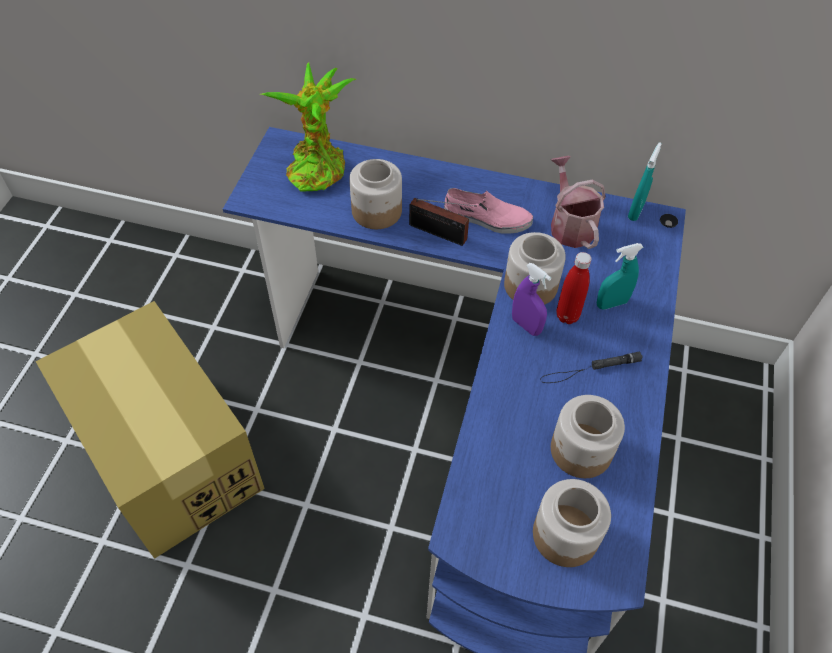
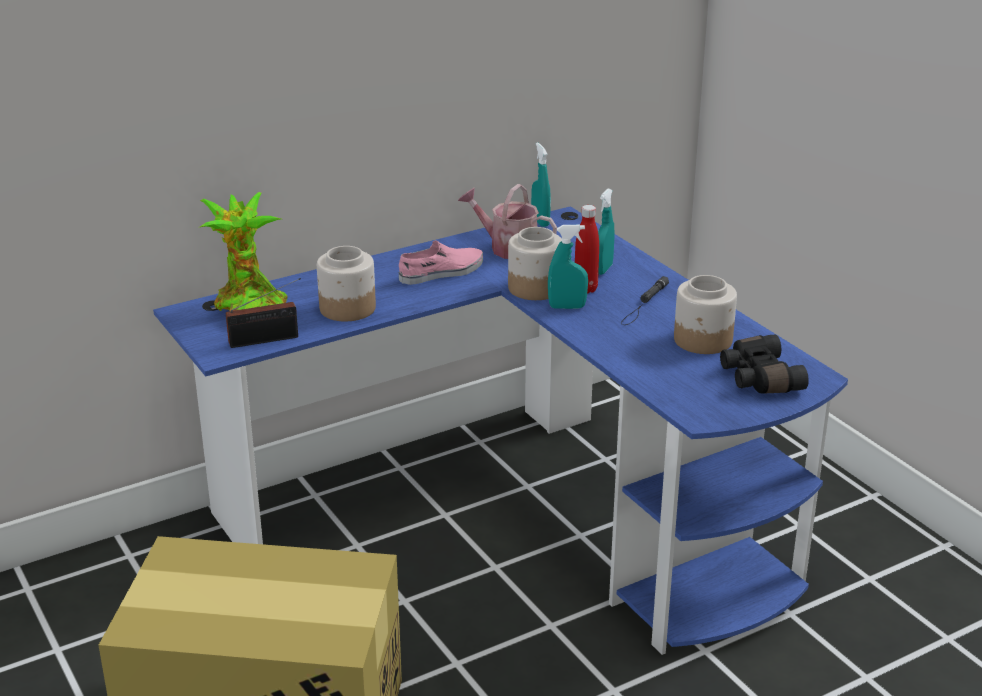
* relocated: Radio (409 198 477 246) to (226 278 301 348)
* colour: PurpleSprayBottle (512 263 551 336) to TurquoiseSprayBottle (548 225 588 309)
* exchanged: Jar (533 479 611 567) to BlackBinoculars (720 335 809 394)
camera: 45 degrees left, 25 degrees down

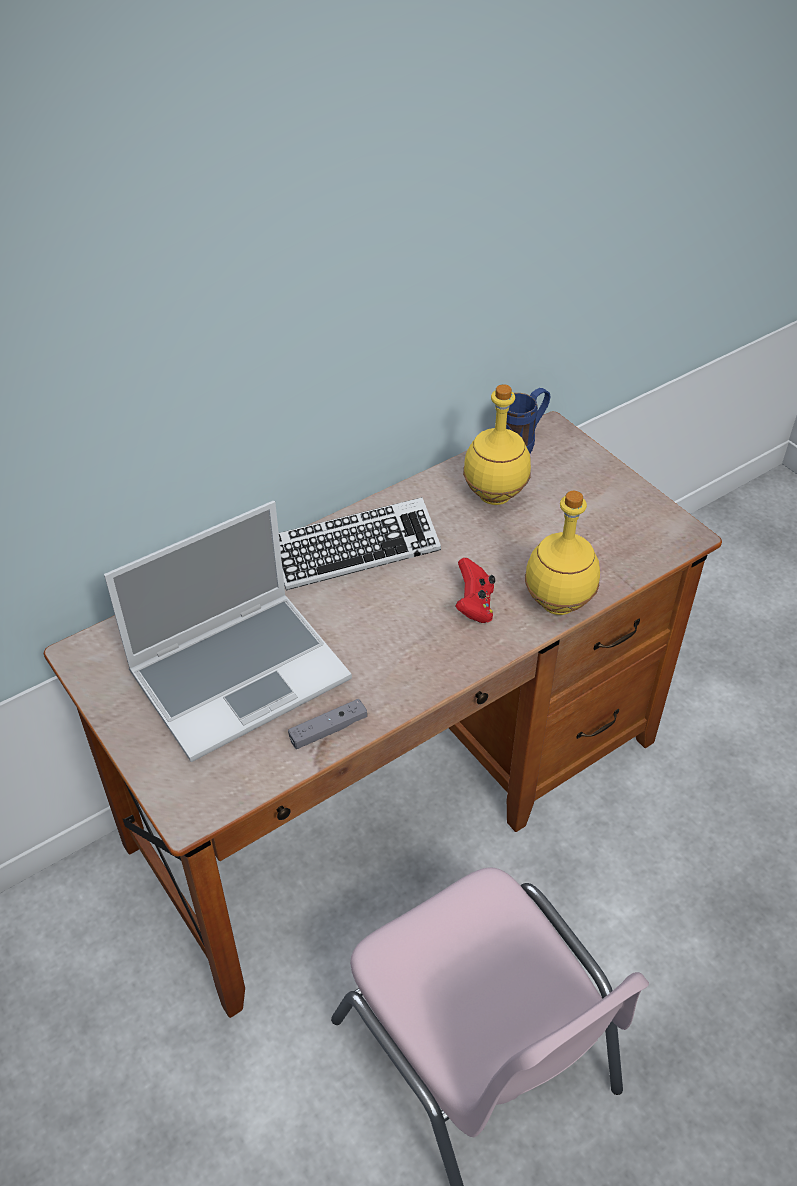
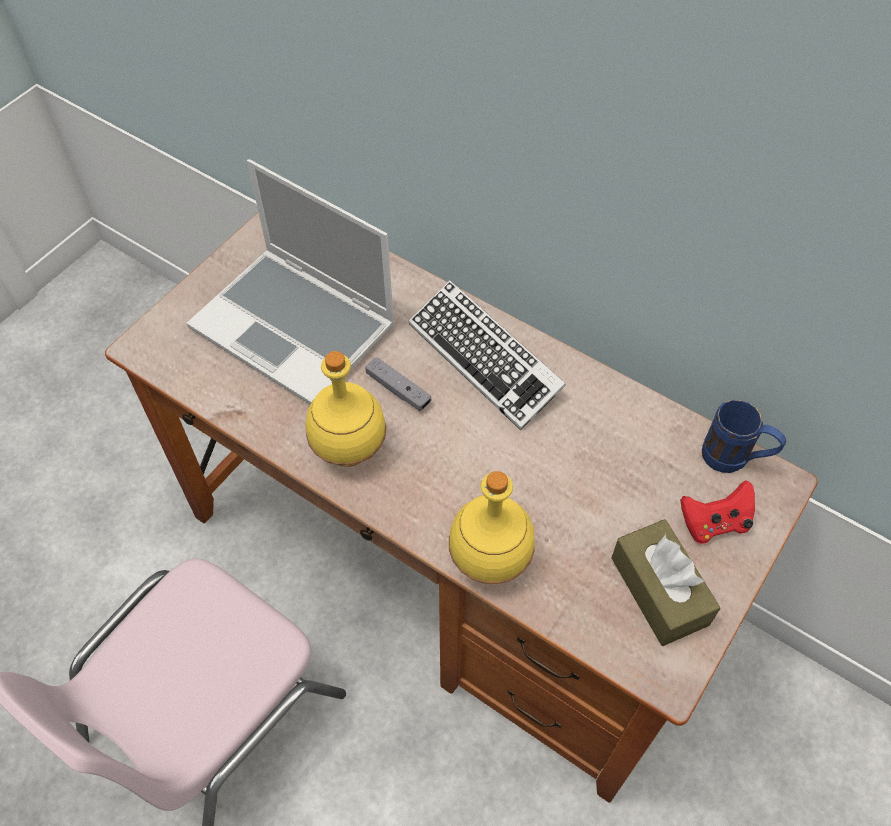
* relocated: YellowBottle (463 384 531 505) to (305 351 386 467)
* relocated: GreyGameController (288 699 367 749) to (365 357 431 411)
* appeared: BrownTissueBox (611 519 721 646)
* relocated: RedGameController (455 558 495 623) to (680 480 755 544)
camera: 70 degrees right, 10 degrees up

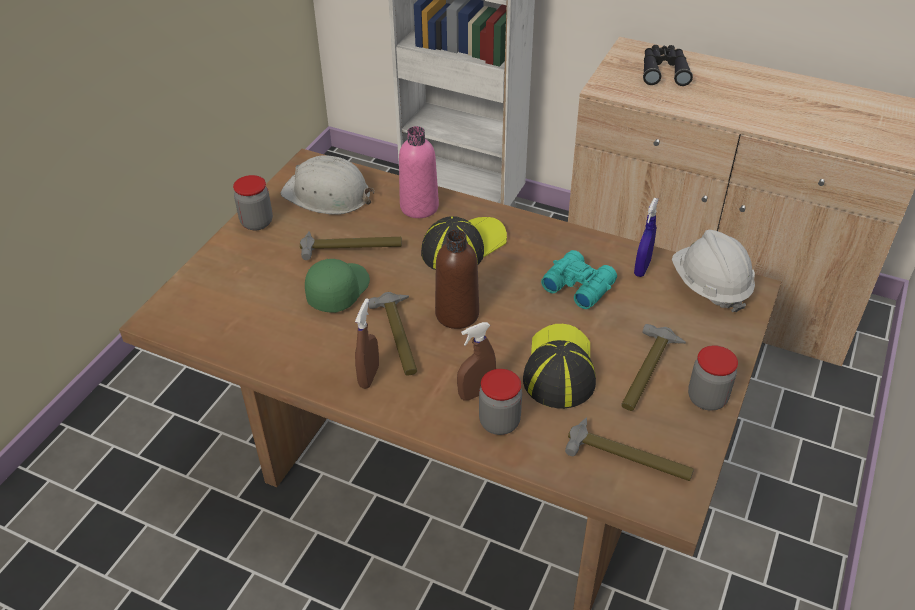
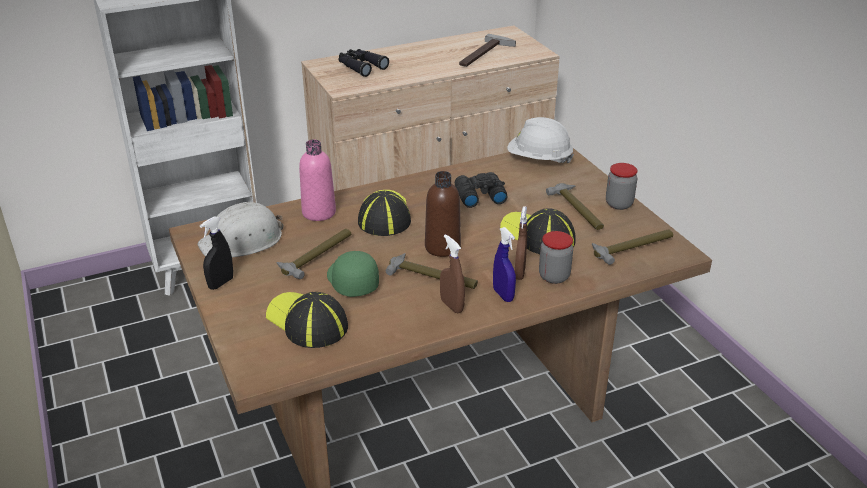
* exchanged: Jar (233 175 273 230) to BlackSprayBottle (200 216 233 290)
* appeared: Cap (266 292 348 348)
* colour: TurquoiseBinoculars (541 250 617 309) to BlackBinoculars (455 172 508 208)
* appeared: Hammer (459 34 516 67)
* relocated: BlueSprayBottle (634 198 659 277) to (493 227 516 302)
camera: 50 degrees left, 10 degrees down

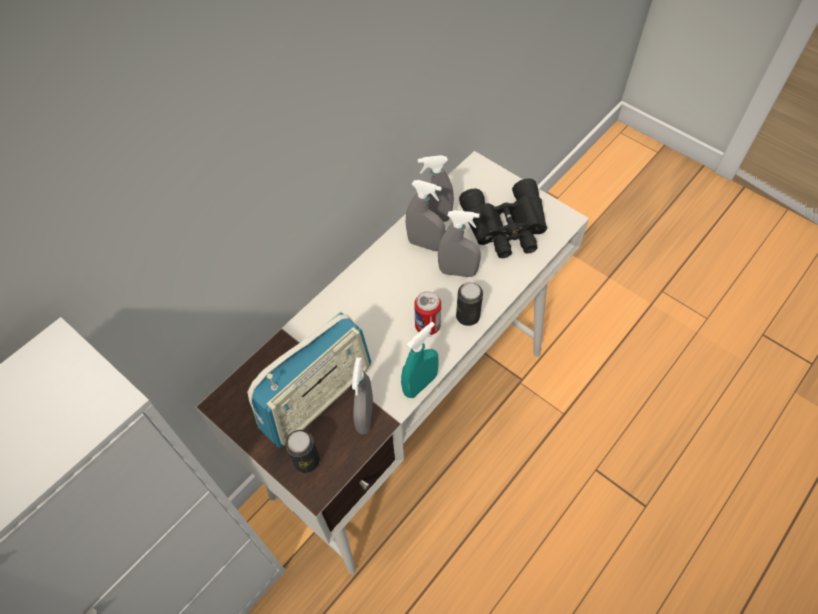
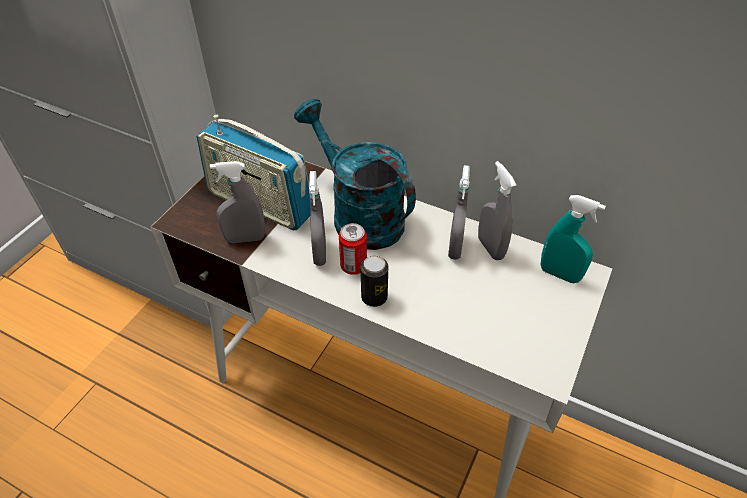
* appeared: TurquoiseWateringCan (294 99 416 250)
* relocated: GreySprayBottle (438 210 481 277) to (309 171 326 266)
* relocated: TurquoiseSprayBottle (401 322 439 398) to (541 195 606 283)
* missing: Can (285 430 320 473)
* missing: BlackBinoculars (459 179 547 258)
camera: 75 degrees right, 10 degrees down

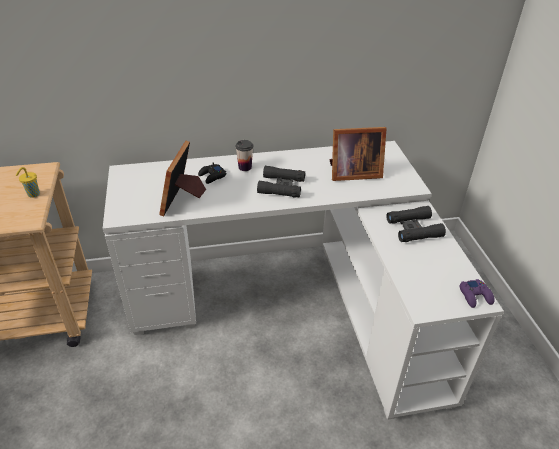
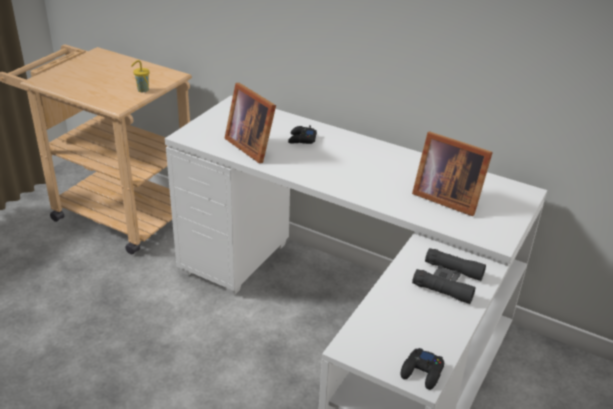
* spun: PictureFrame (159 141 206 216) = (224 83 276 163) 90 degrees counterclockwise
* colour: PurpleGameController (460 279 495 308) to BlackGameController (401 348 444 390)
* missing: Cup (235 140 253 171)
* missing: BlackBinoculars (257 166 305 198)
camera: 40 degrees right, 5 degrees down

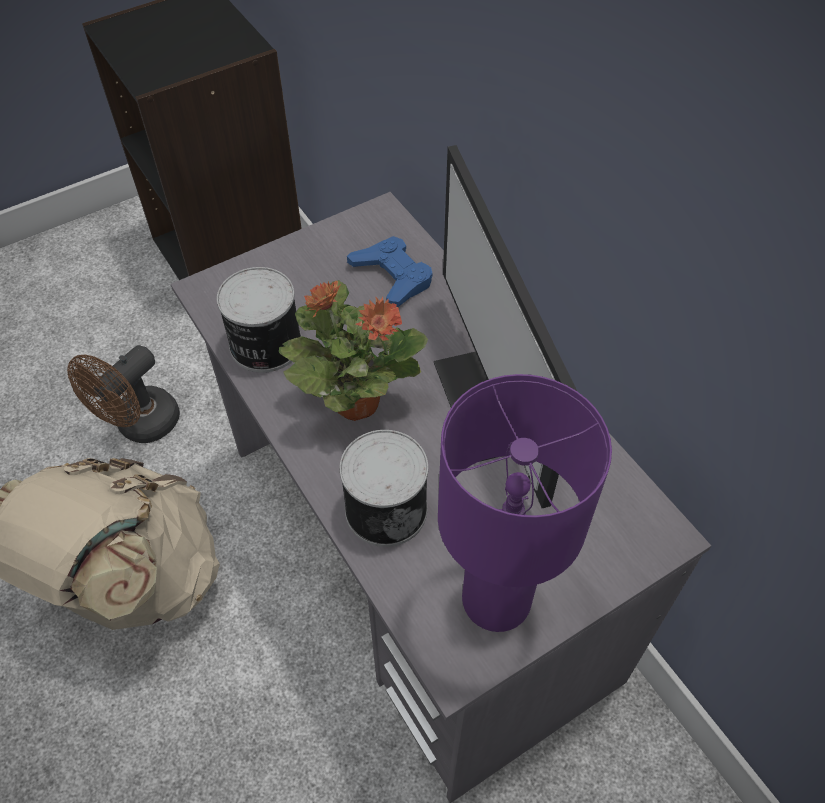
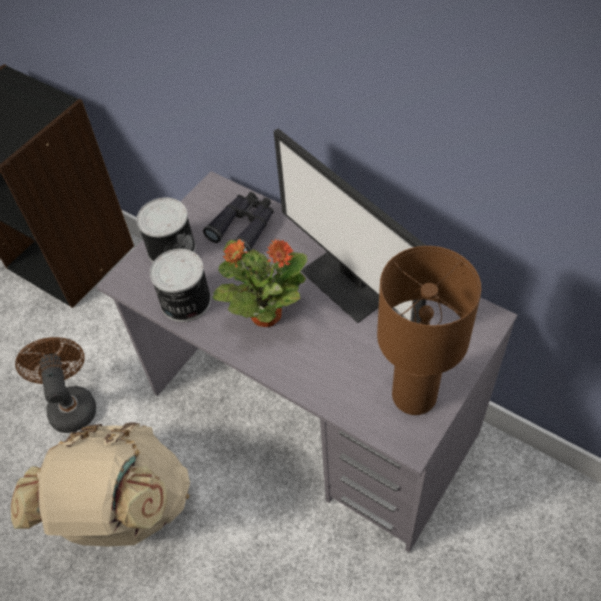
* spun: BrownFan (67 345 180 443) = (15 337 96 433) 150 degrees clockwise
* relocated: Can (339 430 428 547) to (136 198 196 263)
* exchanged: BlueGameController (347 236 433 307) to BlackBinoculars (203 192 274 253)
* colour: PurpleTableLamp (438 374 612 632) to BrownTableLamp (377 246 481 415)
camera: 20 degrees left, 0 degrees up

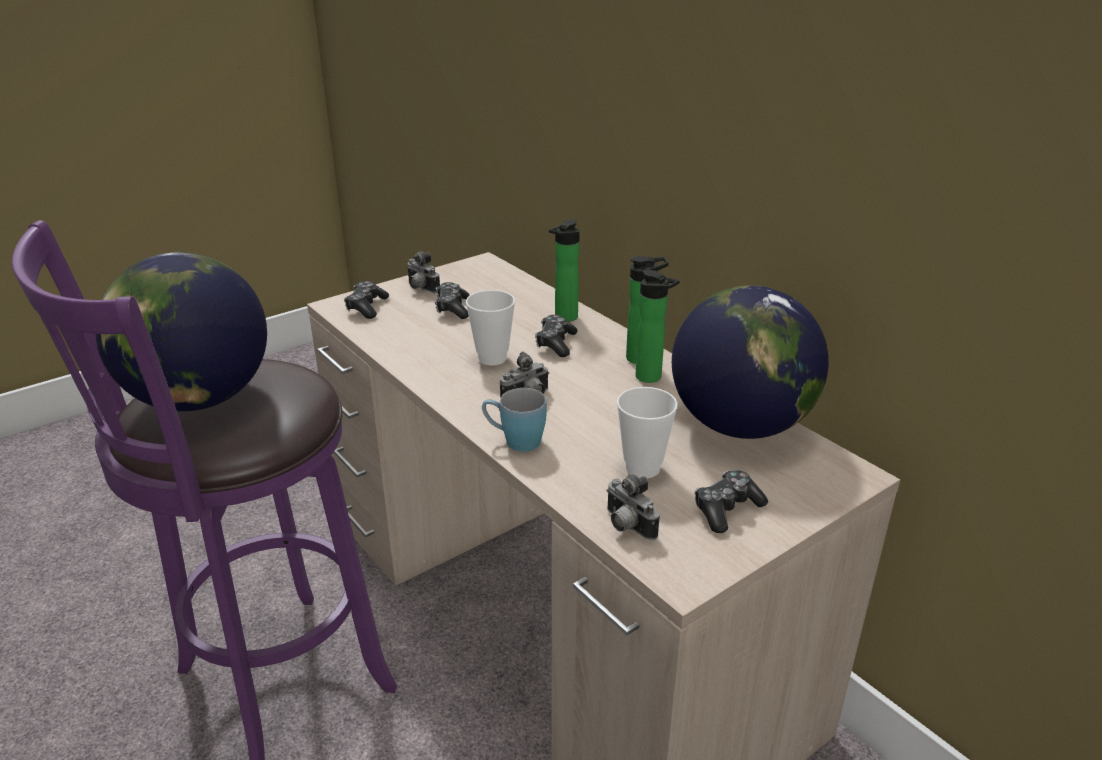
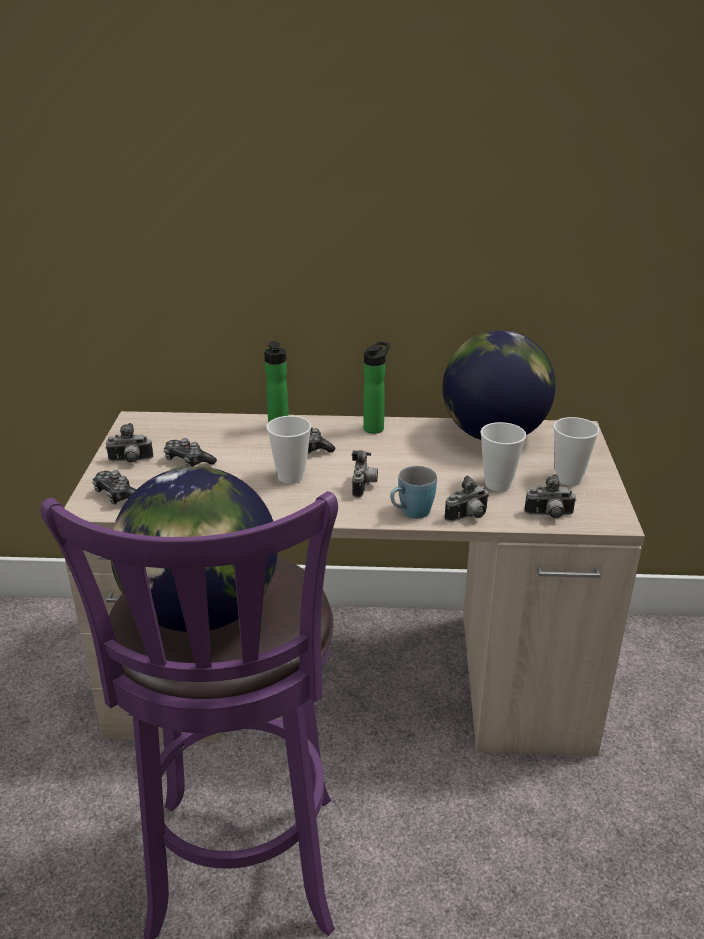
* appeared: PhotoCamera (444 475 489 522)
* exchanged: GameController (695 470 768 533) to Cup (553 417 599 486)
* missing: Bottle (636 270 680 383)
camera: 50 degrees left, 0 degrees up

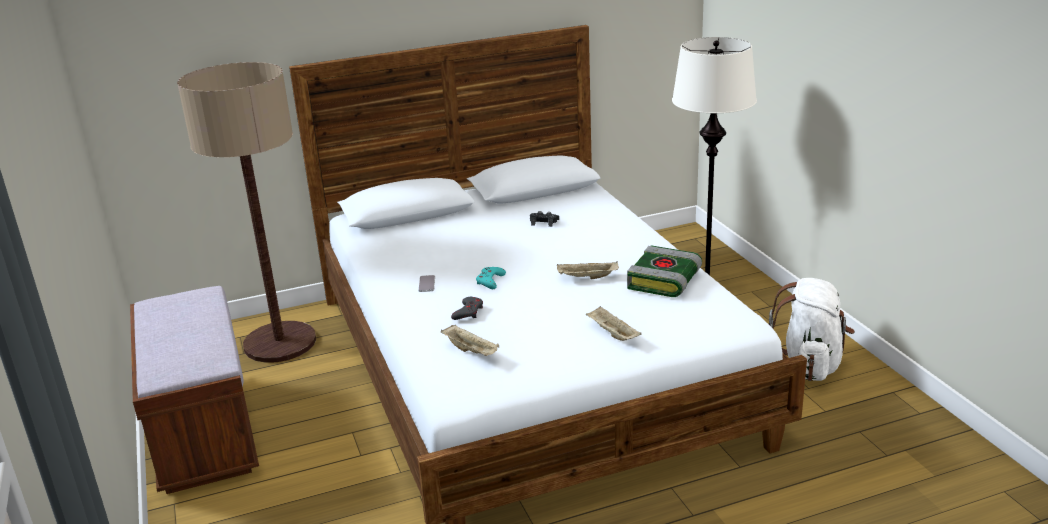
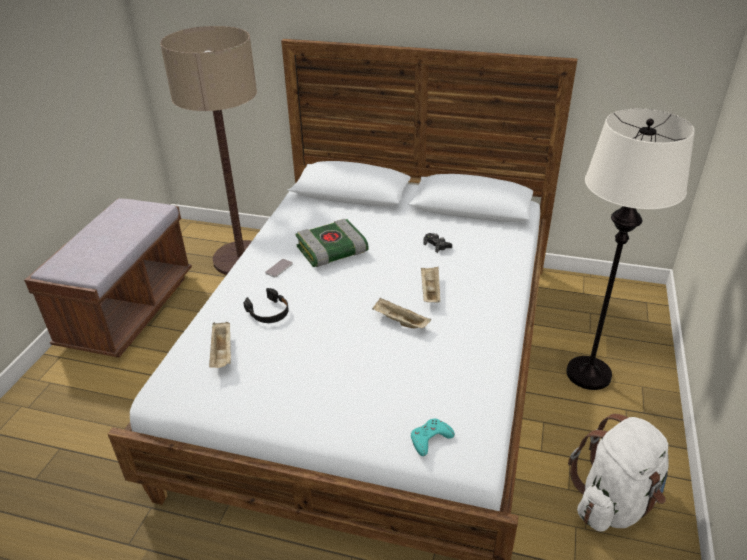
* exchanged: GreyGameController (451 297 483 320) to BlackHeadphones (243 288 289 323)
* relocated: Book (627 245 702 297) to (295 219 369 267)
* relocated: TurquoiseGameController (476 267 506 289) to (411 419 455 456)
* relocated: BeigeTray (586 306 641 341) to (421 267 440 302)
camera: 35 degrees right, 10 degrees up

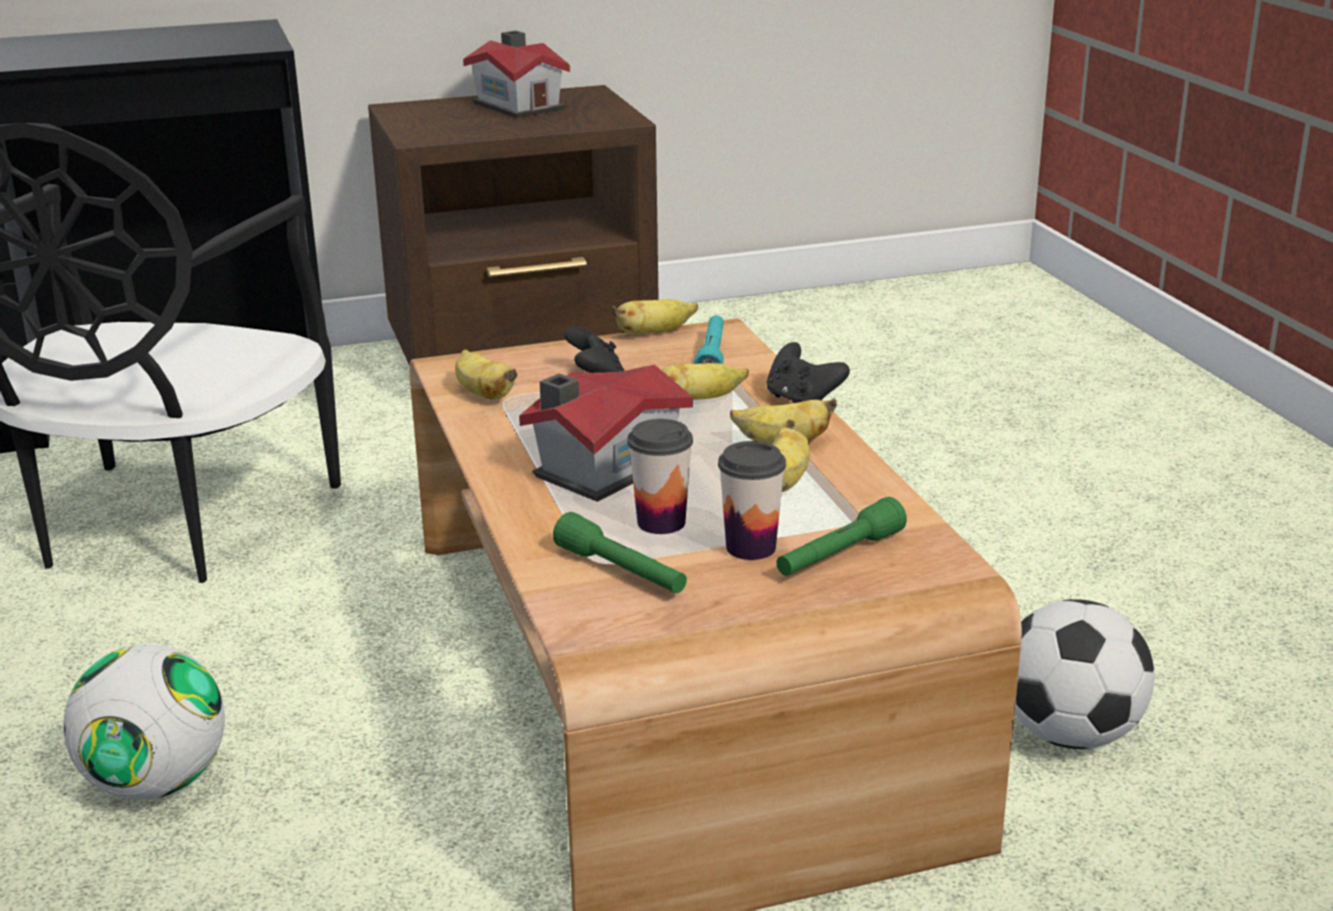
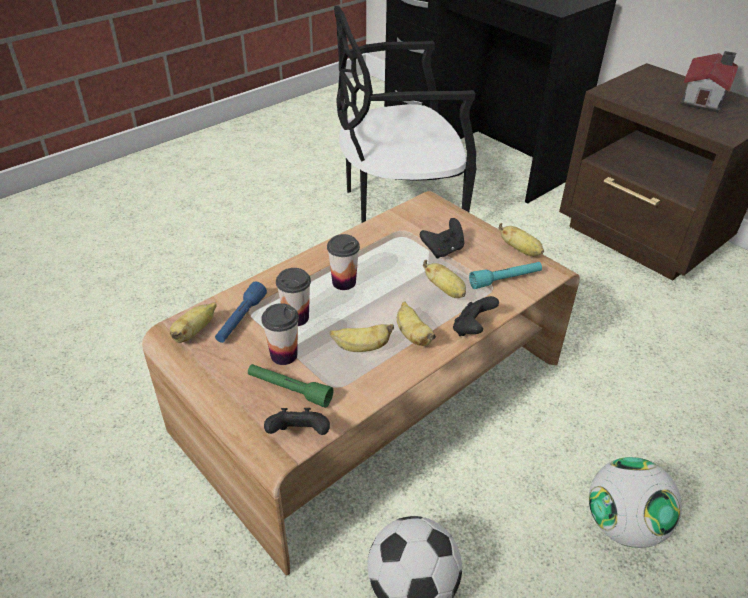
* relocated: Banana (455 349 518 399) to (170 302 217 343)
* colour: GreenFlashlight (553 512 687 593) to BlueFlashlight (215 282 267 343)
* appeared: BlackGameController (264 408 330 435)
* exchanged: ToyHouse (519 365 693 502) to Cup (327 234 360 290)
* relocated: Football (63 644 225 800) to (589 457 682 548)
camera: 65 degrees right, 15 degrees up

